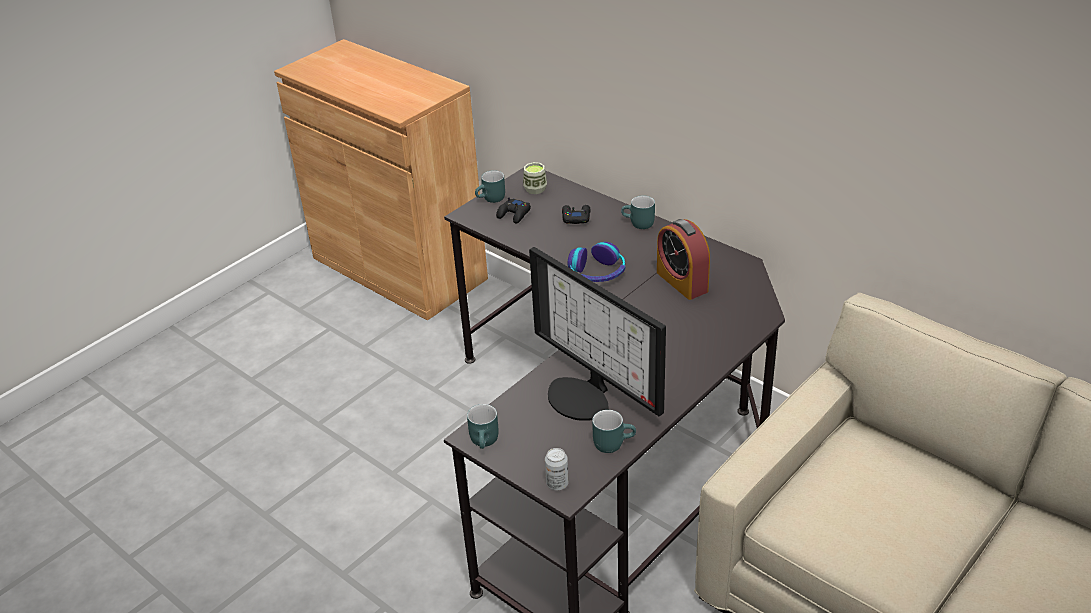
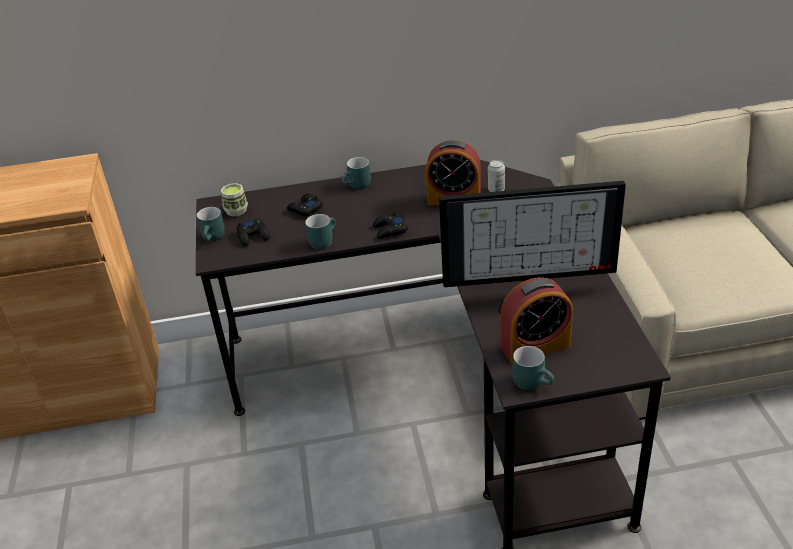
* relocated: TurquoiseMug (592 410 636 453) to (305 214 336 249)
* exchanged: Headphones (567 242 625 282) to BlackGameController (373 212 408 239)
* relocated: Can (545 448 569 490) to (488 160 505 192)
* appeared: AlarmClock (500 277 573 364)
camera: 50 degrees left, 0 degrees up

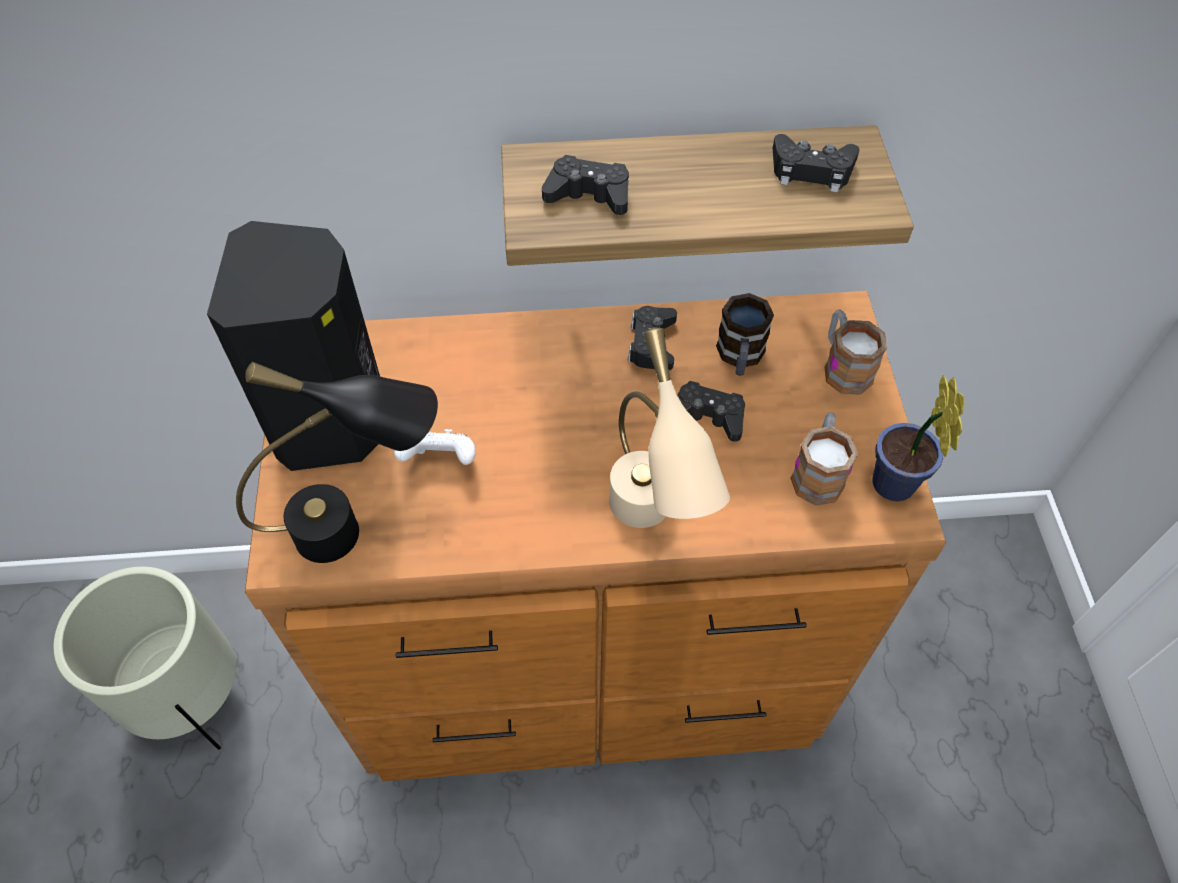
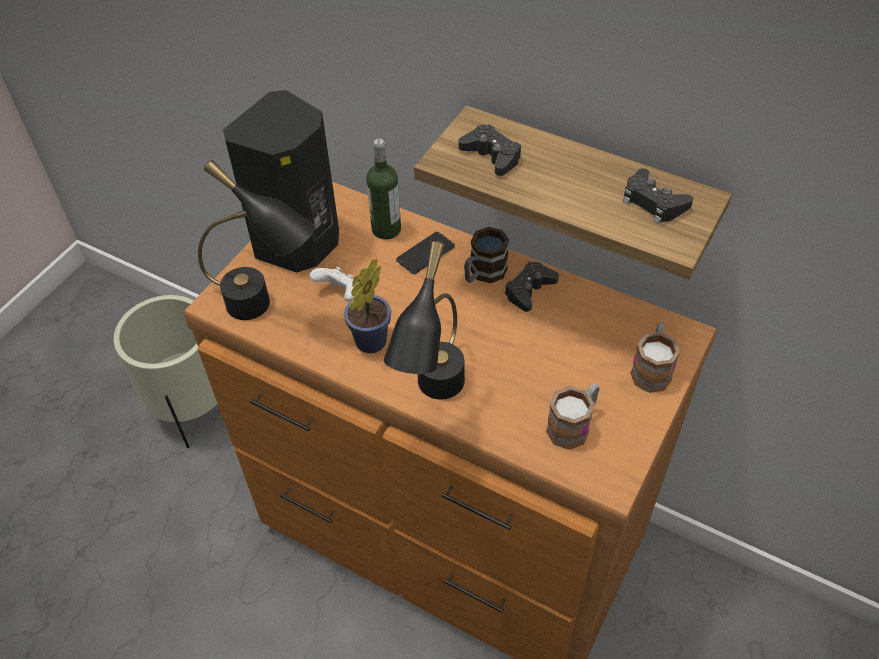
* relocated: PottedPlant (872 375 964 501) to (344 259 391 353)
* appeared: Bottle (366 139 401 240)
* colour: BeigeTableLamp (609 327 730 528) to BlackTableLamp (383 241 465 400)
* appeared: Phone (396 232 455 274)
* relocated: Mug (716 293 774 376) to (464 227 509 283)
* missing: BlackGameController (677 381 745 442)
camera: 35 degrees right, 5 degrees down

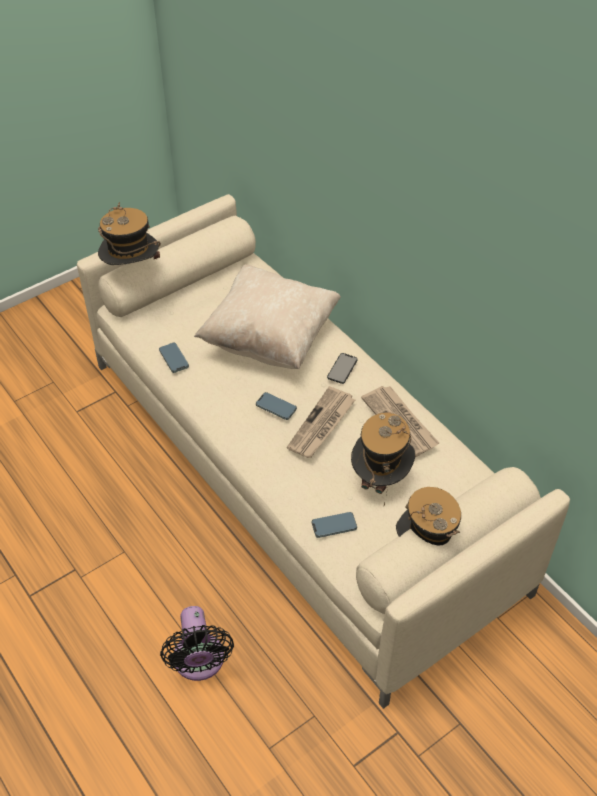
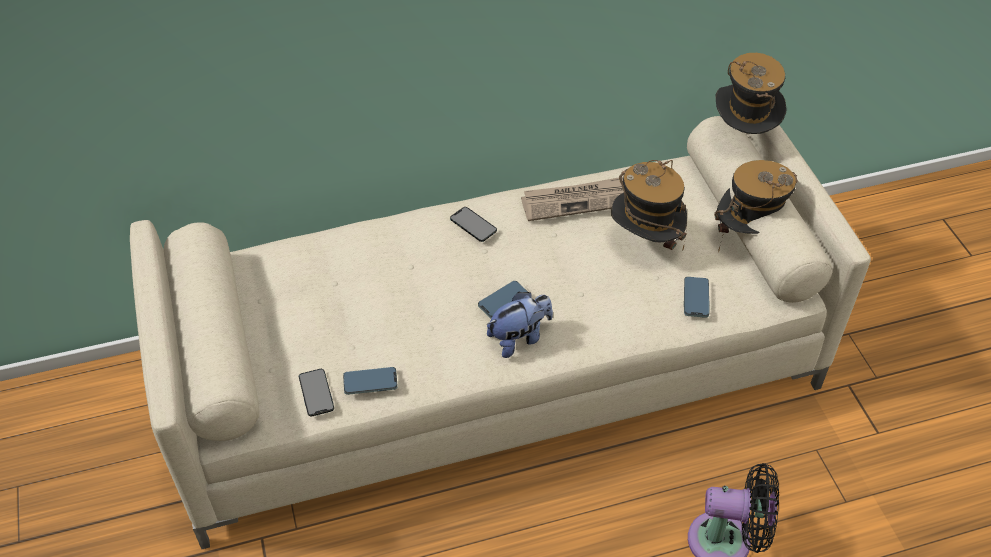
* appeared: Phone (299 369 334 417)
* appeared: PlushToy (487 292 553 358)
* relocated: Hat (98 202 161 265) to (715 53 786 134)
* missing: BeigePillow (194 264 341 369)
* missing: Newspaper (287 386 355 458)
camera: 70 degrees left, 0 degrees up

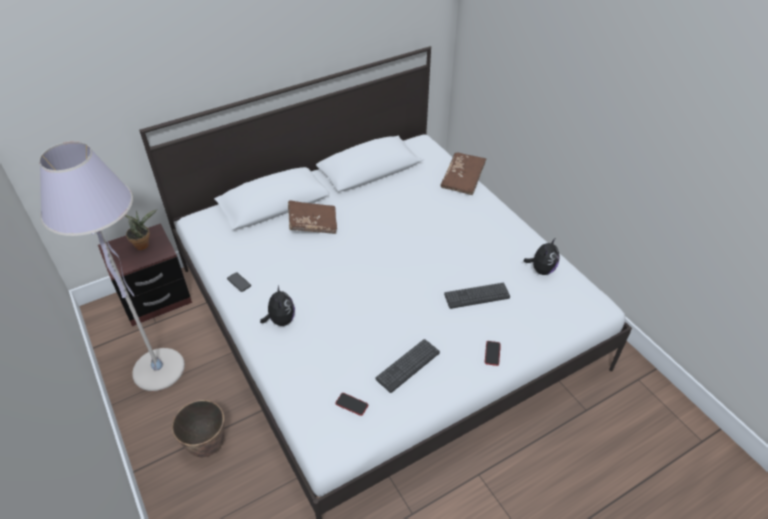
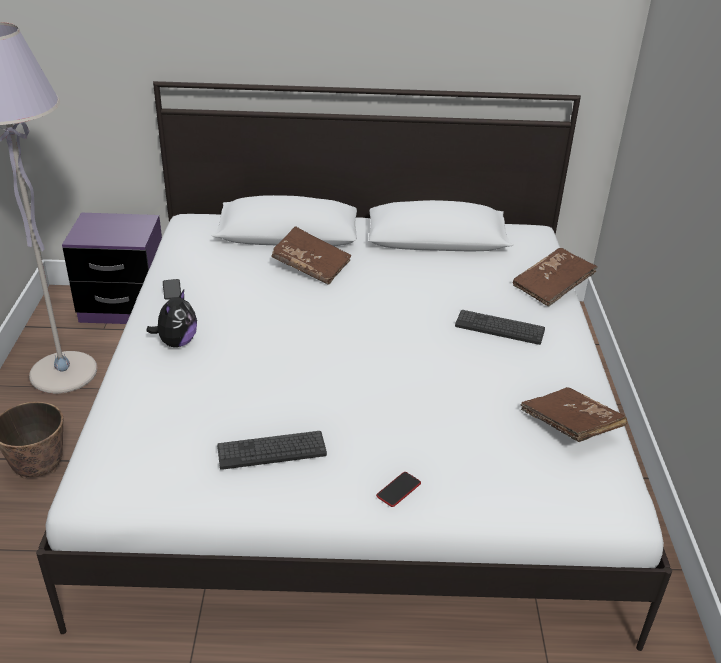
* colour: BrownNightstand (98 223 192 326) to PurpleNightstand (62 213 162 324)
* relocated: Keyboard (444 283 510 309) to (455 310 545 345)
* exchanged: PlushToy (524 238 560 275) to BrownBook (521 387 627 442)
* missing: PottedPlant (125 209 157 250)
* missing: Phone (335 393 368 416)
camera: 30 degrees right, 10 degrees down

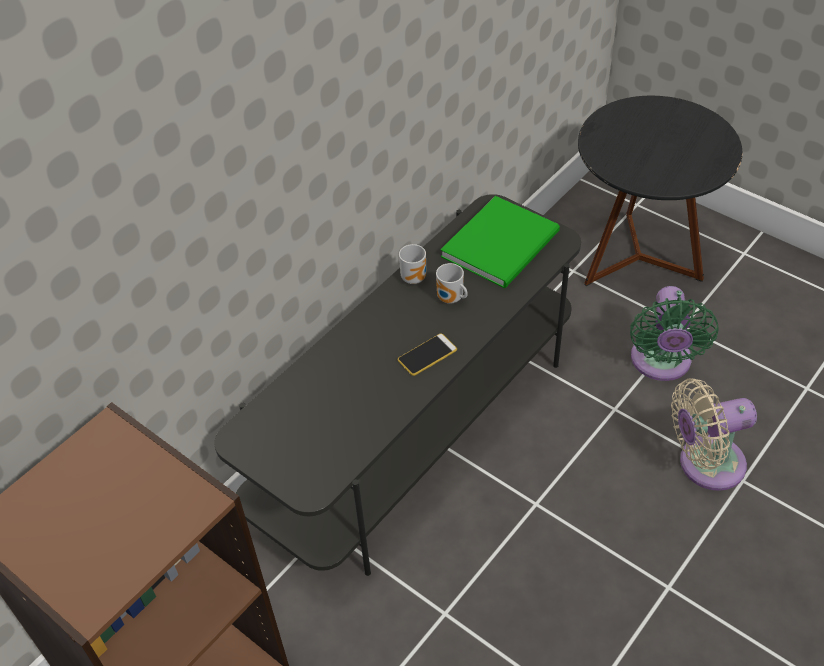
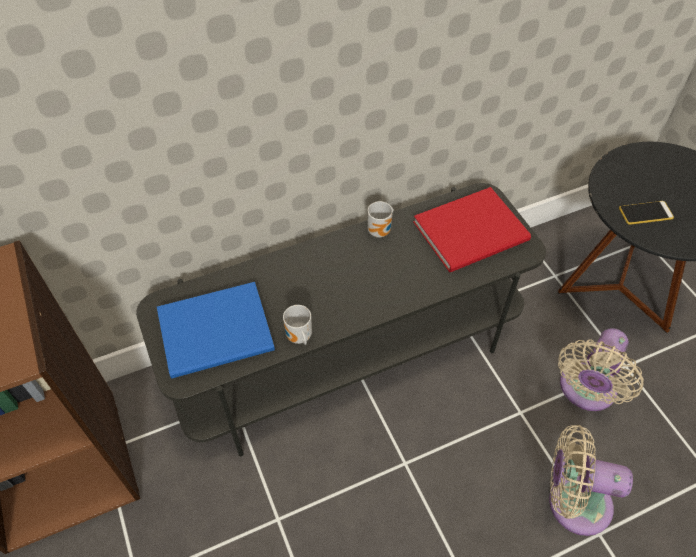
* appeared: BlueBook (157 282 275 379)
* relocated: Mug (436 263 468 304) to (283 305 312 345)
* colour: GreenBook (441 196 560 288) to RedBook (413 187 531 272)
* colour: GreenFan (630 286 719 381) to BeigeFan (558 328 644 411)
* relocated: Phone (398 334 457 376) to (619 201 674 225)
camera: 25 degrees right, 5 degrees up

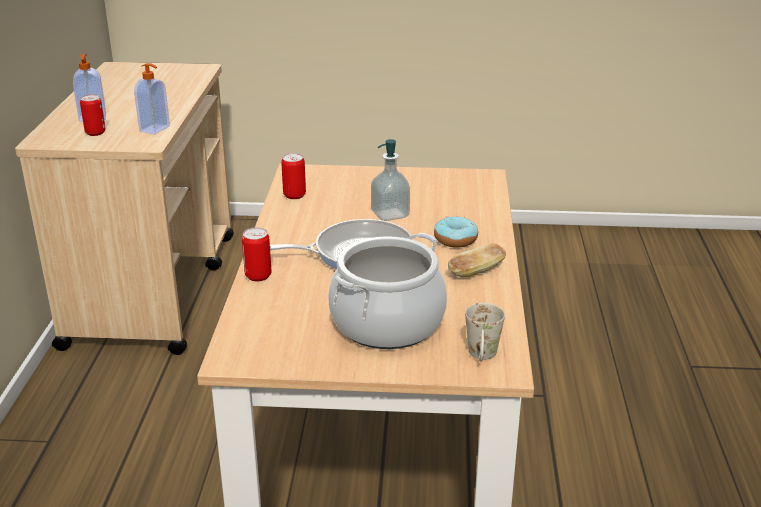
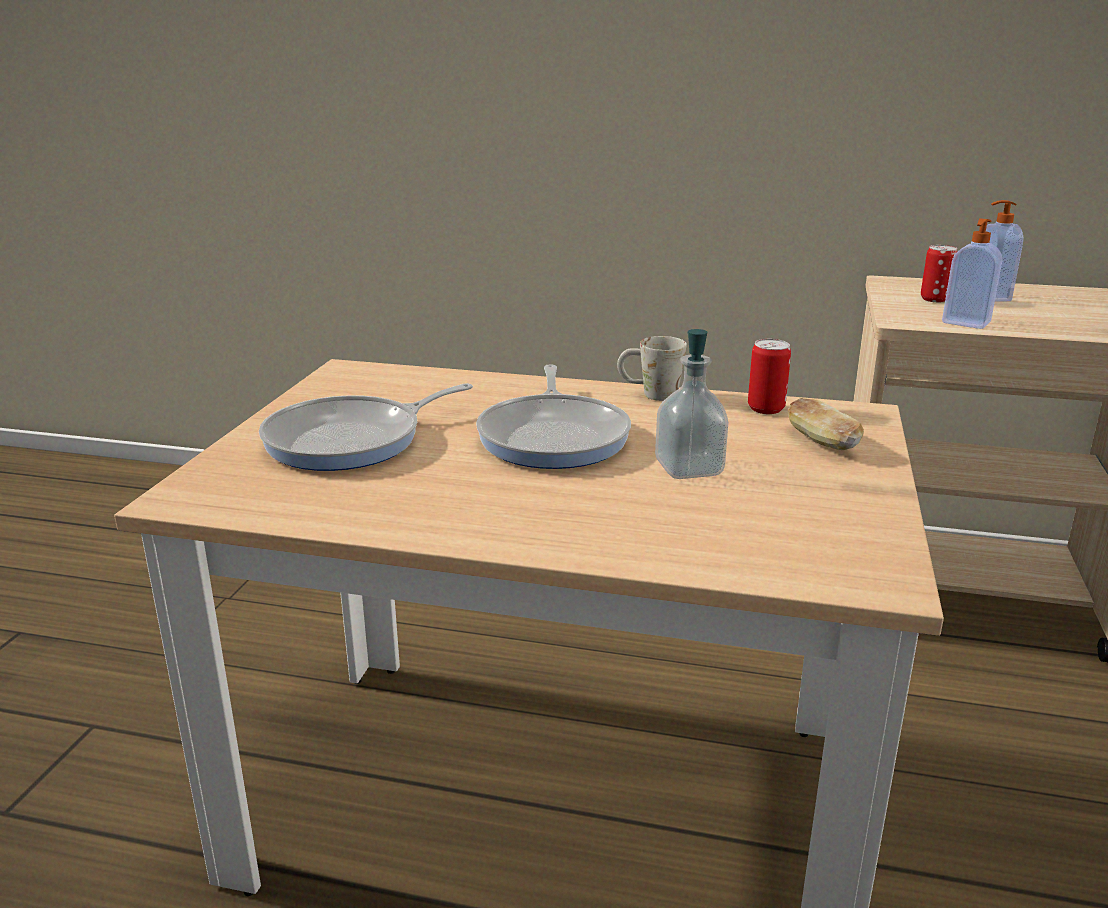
* exchanged: CookingPot (328 233 447 349) to FryingPan (259 383 473 471)
* relocated: WhiteMug (465 303 505 362) to (617 336 687 401)
* relocated: Bread (448 243 506 277) to (788 398 864 450)
* missing: Can (242 228 271 281)
* missing: Donut (434 216 478 247)
camera: 100 degrees right, 5 degrees down

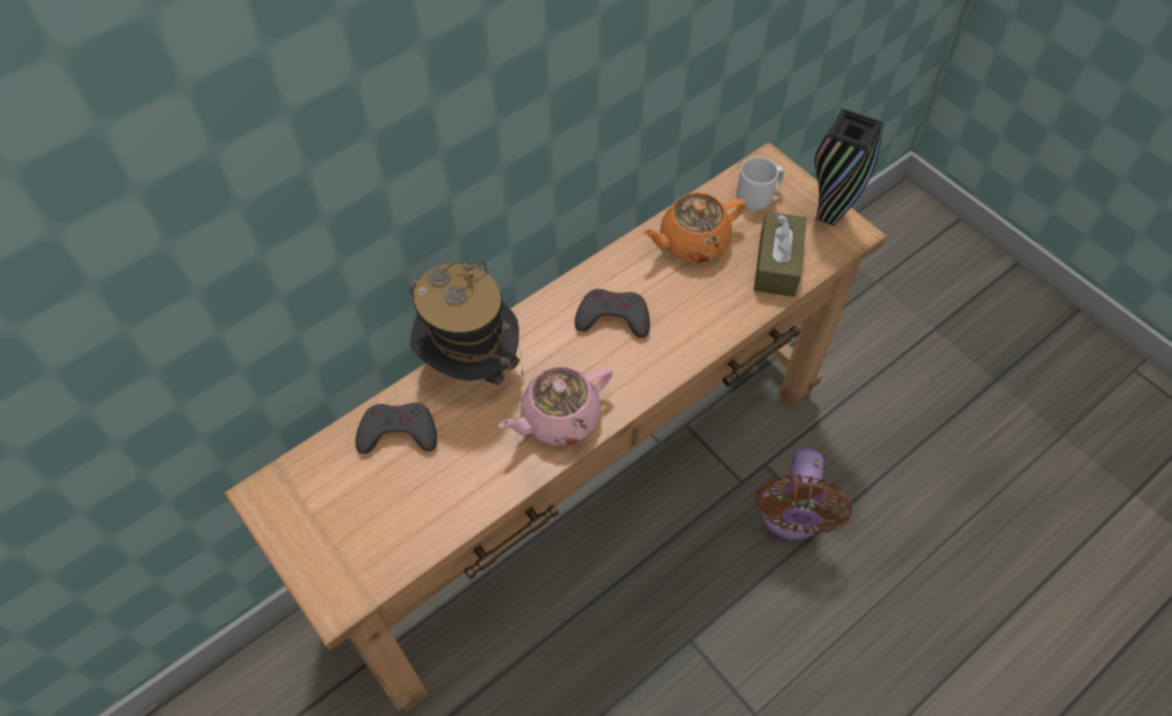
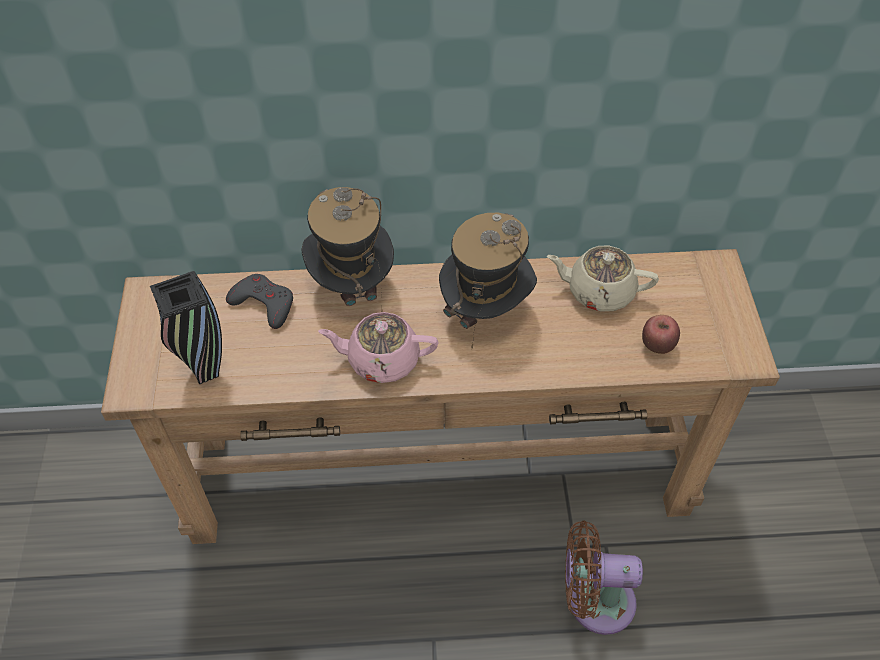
* relocated: BlackVase (815 108 883 226) to (150 271 222 385)
* exchanged: GreyGameController (575 289 650 338) to Hat (439 213 537 349)
* colour: OrangeTeapot (642 193 746 262) to BeigeTeapot (547 246 659 311)
* spun: BrownFan (755 449 852 540) = (565 521 643 635) 45 degrees clockwise
* exchanged: BrownTissueBox (754 212 807 297) to Apple (642 315 680 354)
* missing: WhiteMug (736 157 784 210)
camera: 35 degrees right, 5 degrees down

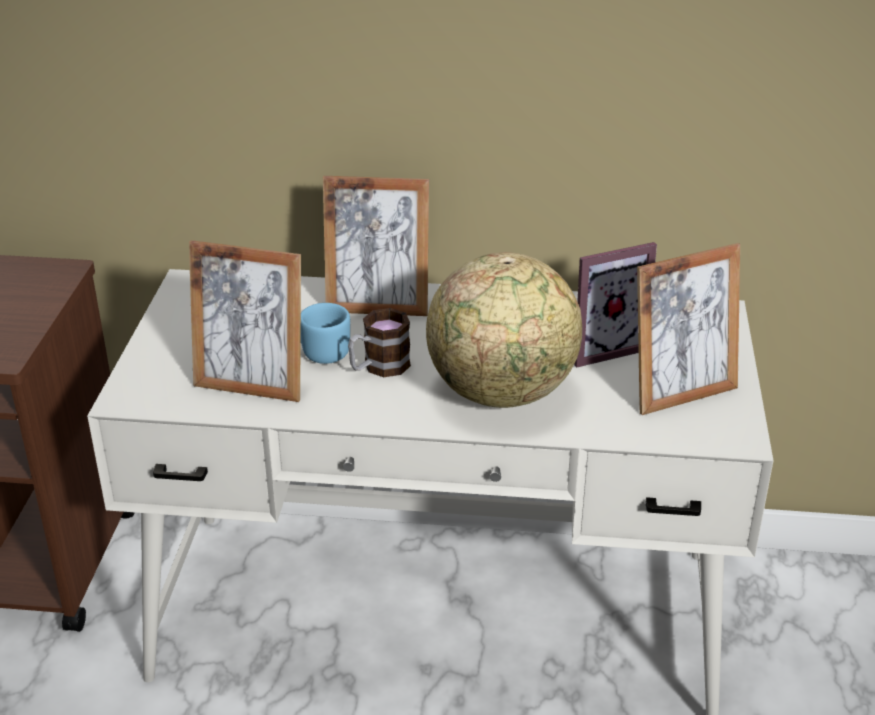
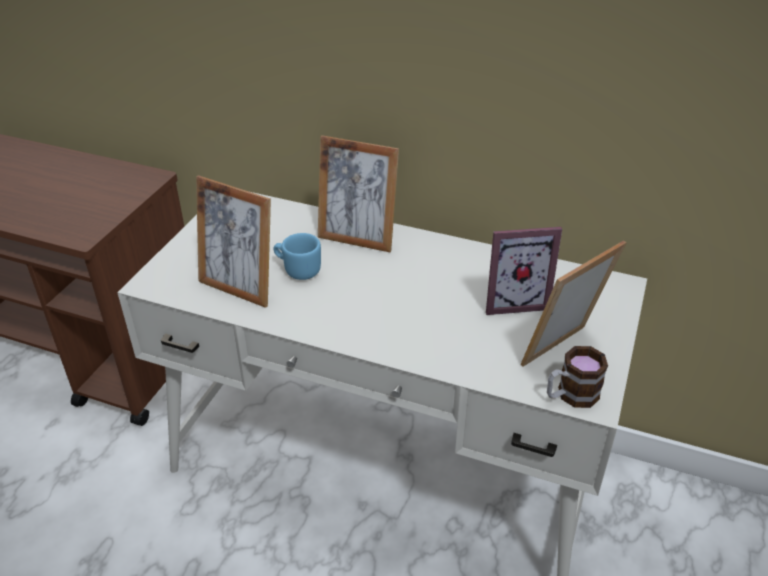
* spun: PictureFrame (637 243 740 415) = (521 240 626 367) 150 degrees clockwise
* relocated: Mug (348 308 411 377) to (547 346 608 408)
* missing: Globe (426 252 582 408)
camera: 15 degrees right, 5 degrees up

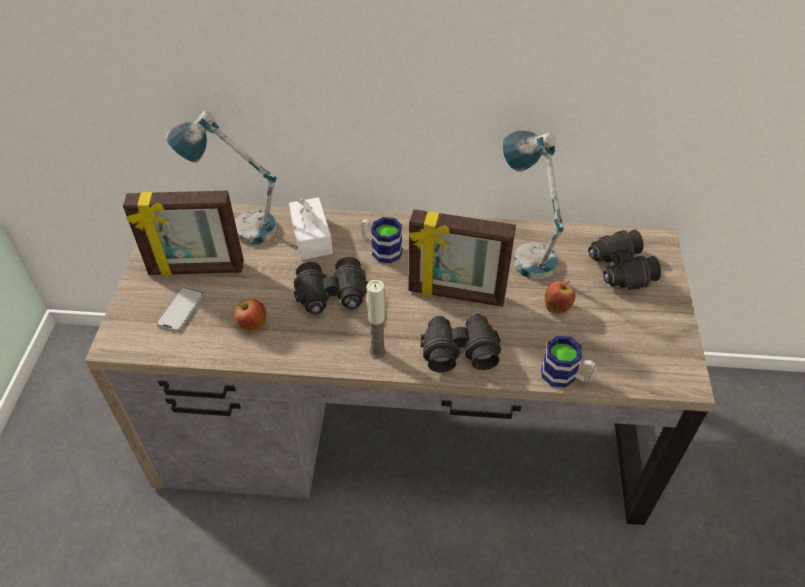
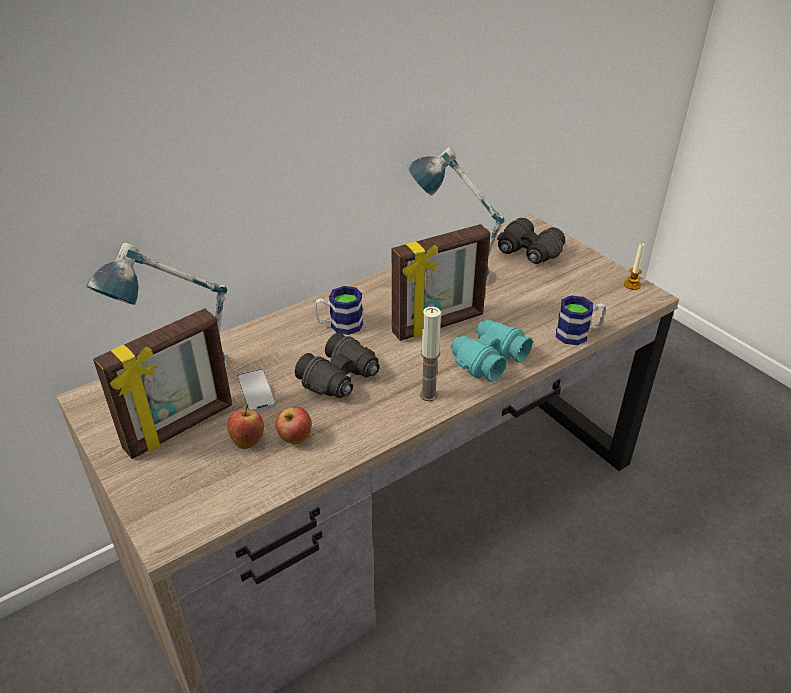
* relocated: Apple (545 281 576 314) to (228 405 264 449)
* relocated: Phone (157 287 204 331) to (237 369 276 411)
* colour: BlackBinoculars (420 314 501 373) to TurquoiseBinoculars (451 320 533 382)
* appeared: Candle (624 243 644 290)
* missing: WhiteTissueBox (289 197 333 260)
camera: 40 degrees left, 10 degrees down

